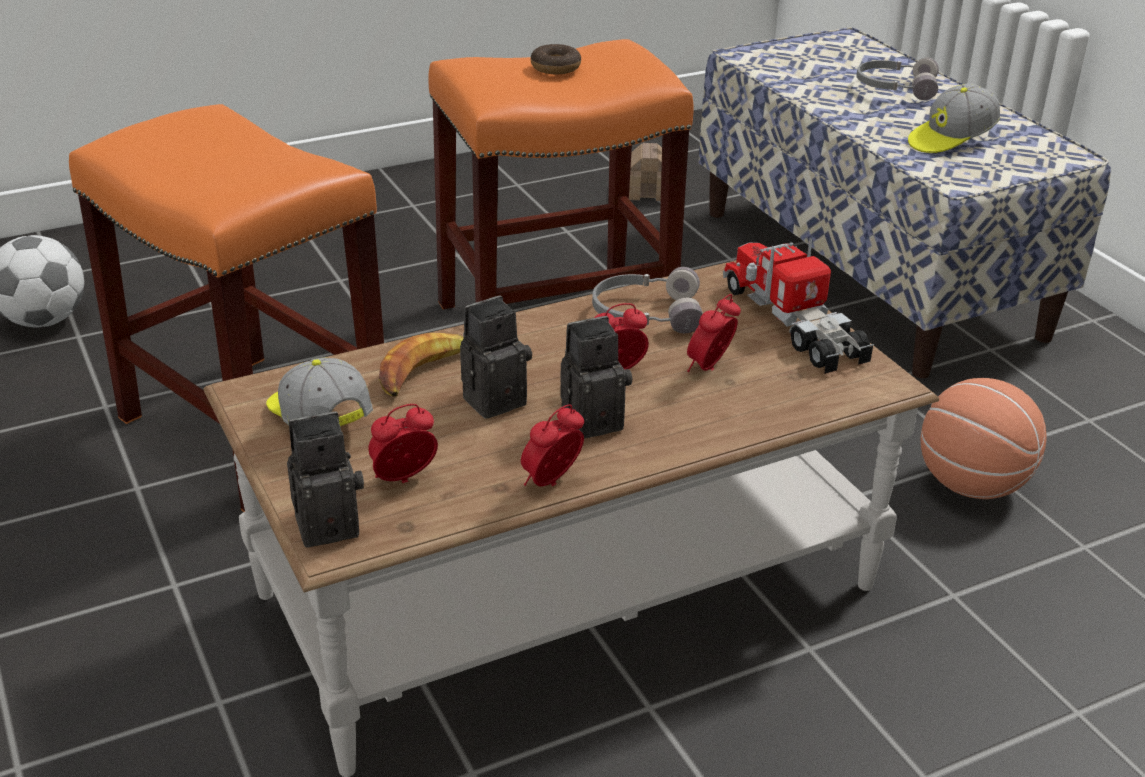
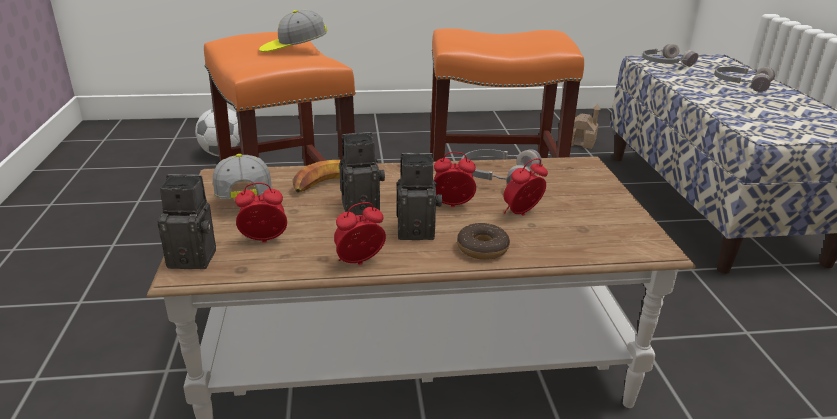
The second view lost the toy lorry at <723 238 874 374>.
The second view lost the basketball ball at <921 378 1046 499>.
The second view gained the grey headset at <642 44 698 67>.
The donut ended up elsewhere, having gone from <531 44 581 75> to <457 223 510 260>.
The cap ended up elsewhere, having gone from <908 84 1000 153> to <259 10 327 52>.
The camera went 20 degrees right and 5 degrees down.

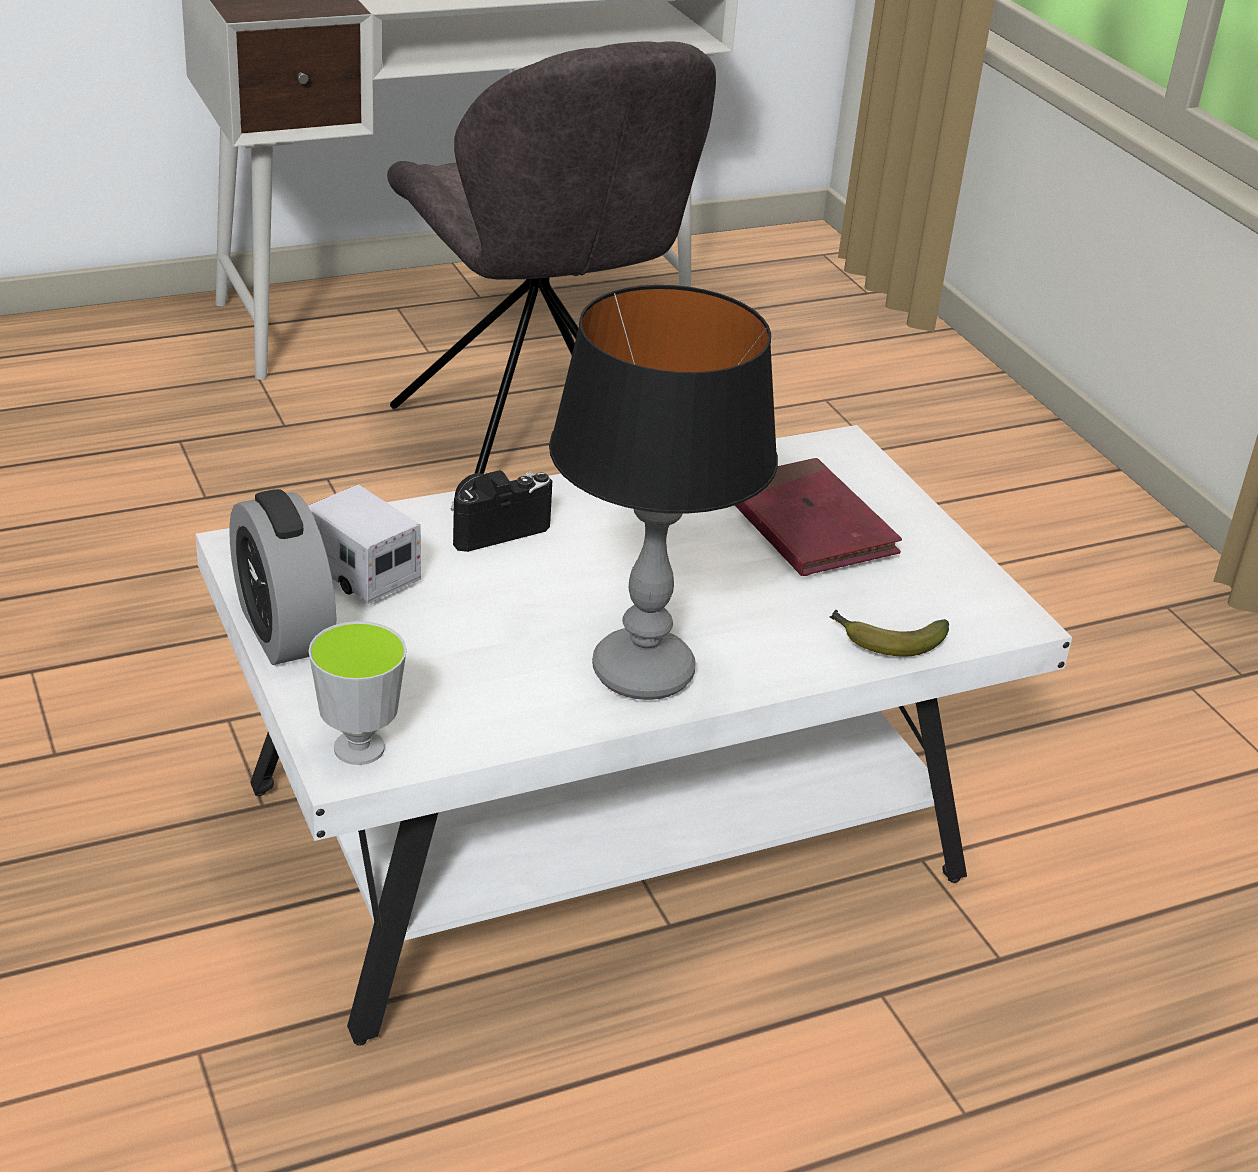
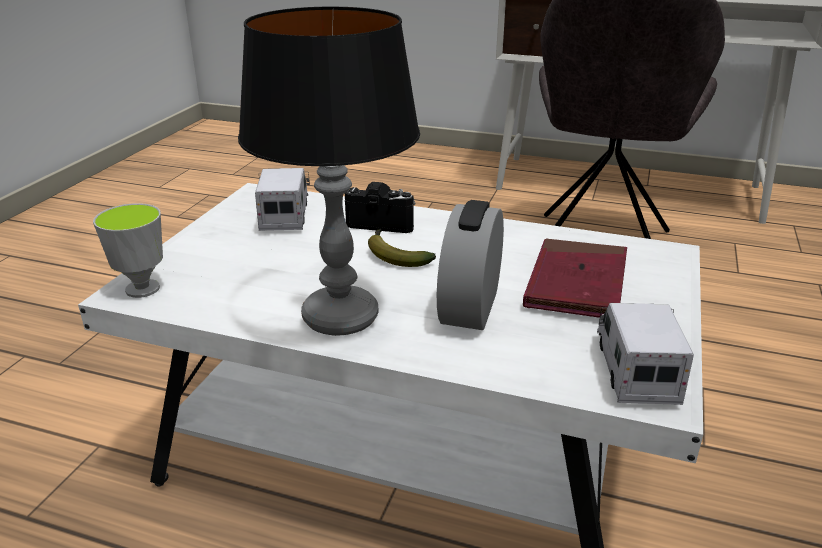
The second view gained the toy lorry at <597 303 694 405>.
The bedside clock ended up elsewhere, having gone from <229 489 336 665> to <437 200 504 330>.
The banana ended up elsewhere, having gone from <829 610 949 656> to <368 229 436 267>.
The camera went 45 degrees right and 5 degrees down.

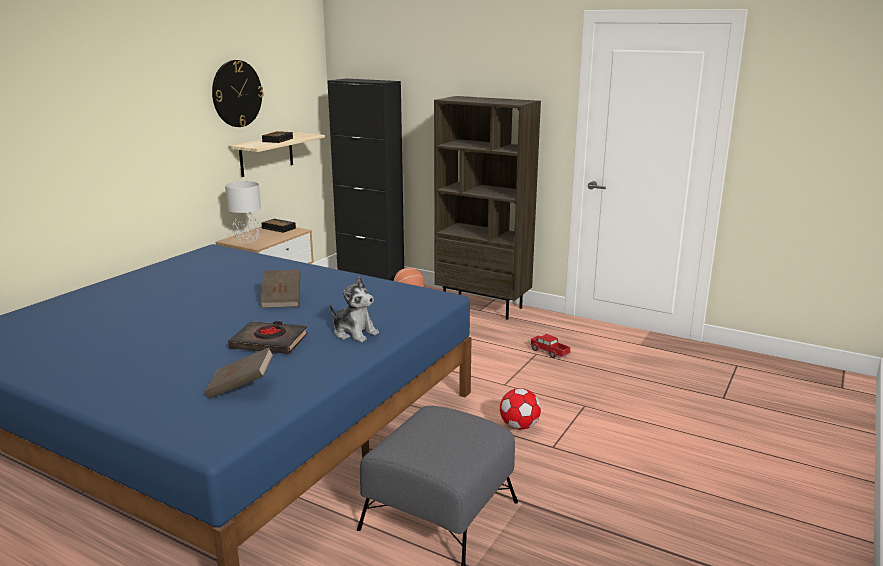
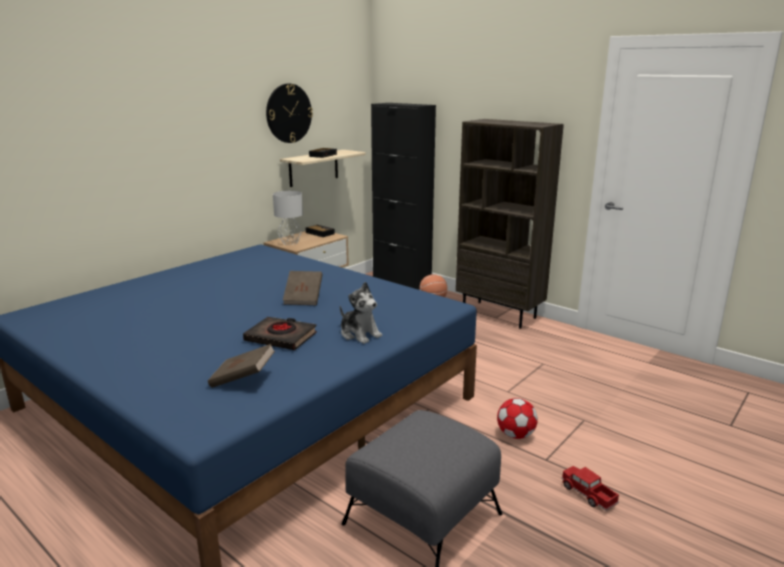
The toy lorry ended up elsewhere, having gone from <530 334 571 358> to <561 466 619 511>.
The camera went 10 degrees right and 0 degrees up.

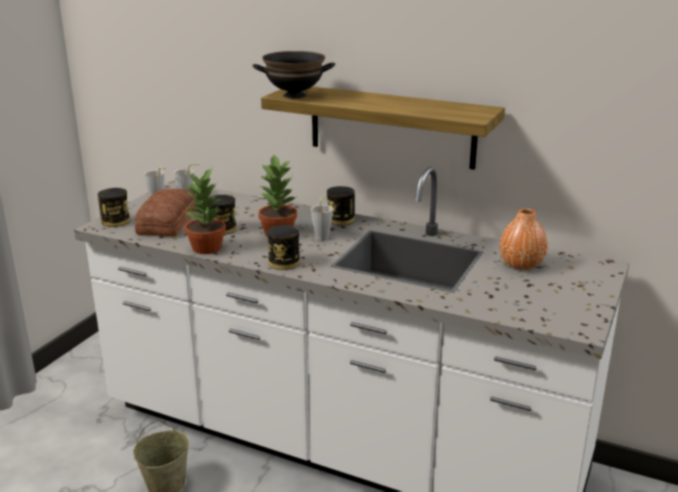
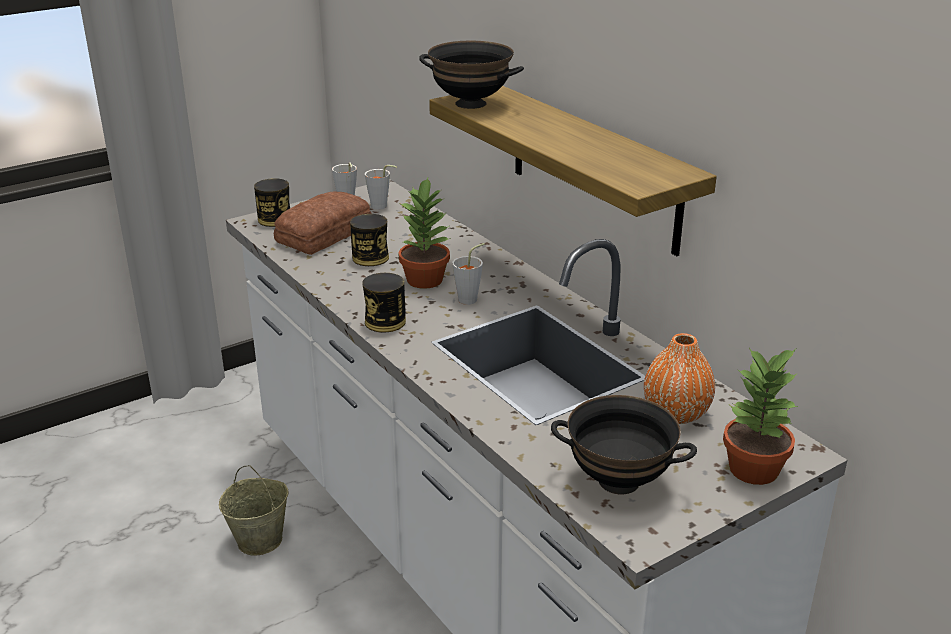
The second view lost the metal can at <327 186 355 225>.
The second view gained the black serving bowl at <551 395 697 494>.
The potted plant ended up elsewhere, having gone from <185 167 226 254> to <723 348 798 485>.
The camera went 30 degrees right and 5 degrees up.

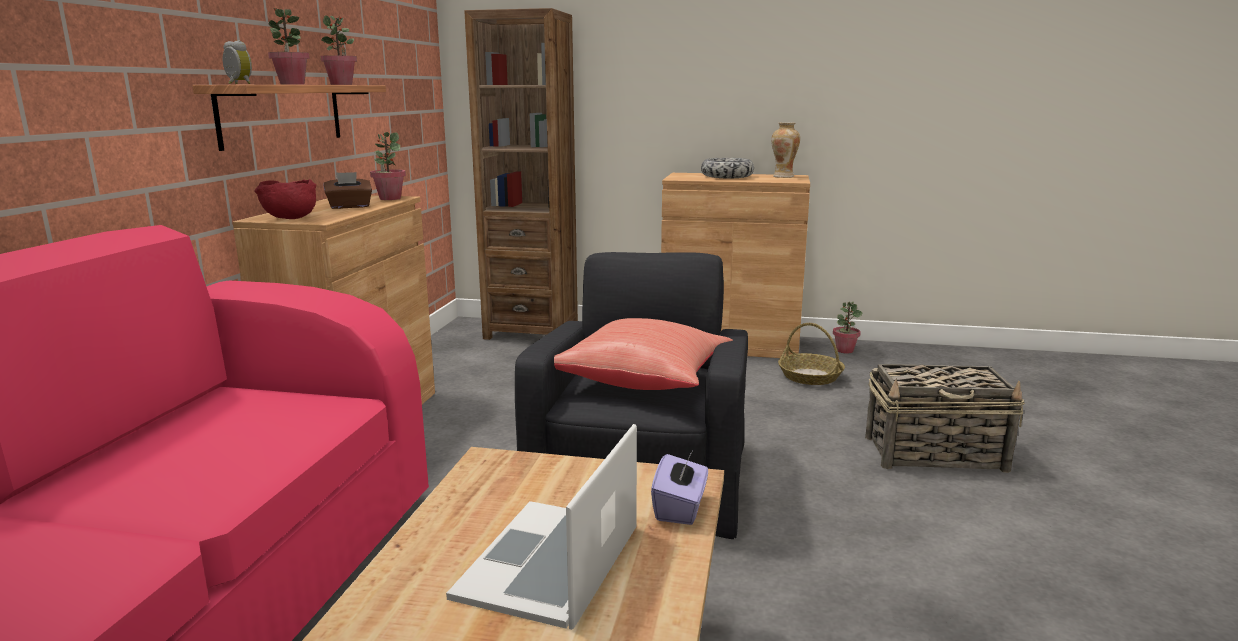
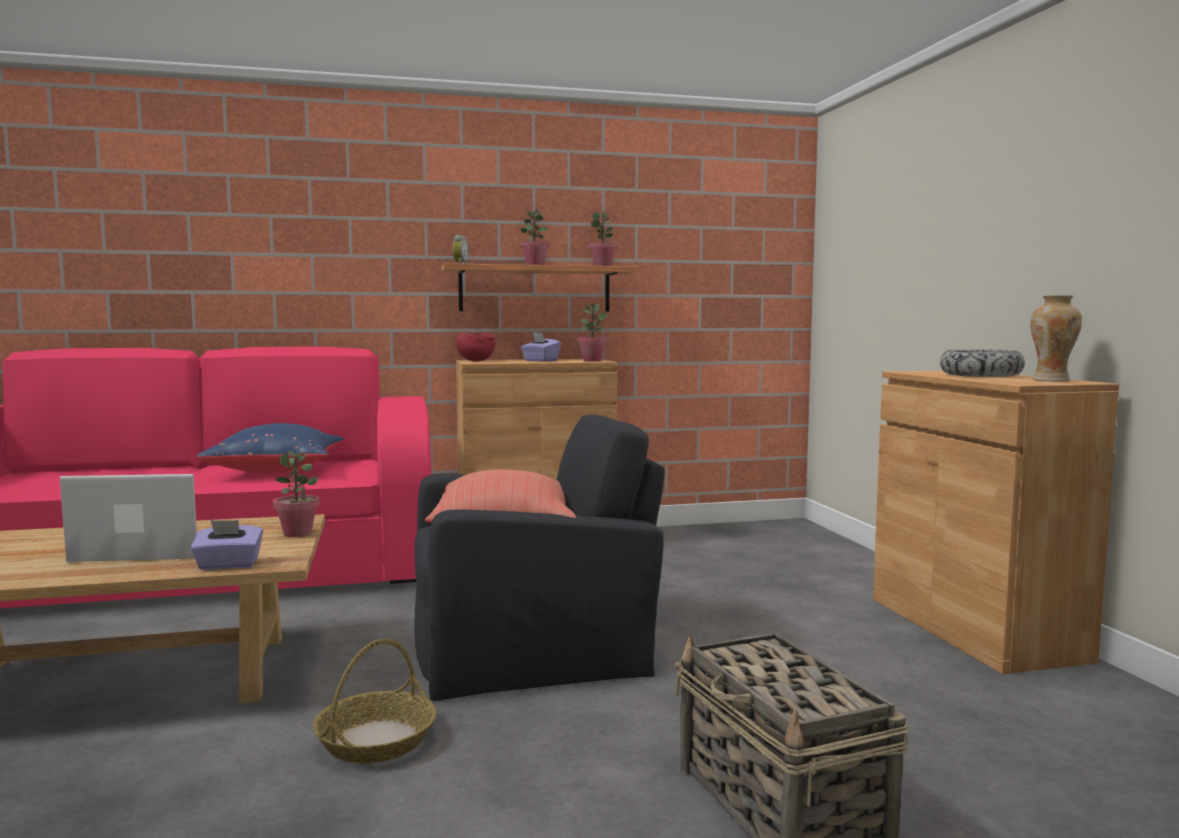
The second view lost the brownish bookcase at <464 8 578 340>.
The second view gained the bluish cushion at <196 423 344 474>.
The storage basket ended up elsewhere, having gone from <778 323 845 385> to <313 639 436 763>.
The potted plant ended up elsewhere, having gone from <833 302 863 354> to <273 451 320 537>.
What was the brownish tissue box at <323 172 372 209> turned into the purple-coloured tissue box at <521 333 561 362>.
The camera went 65 degrees right and 10 degrees down.

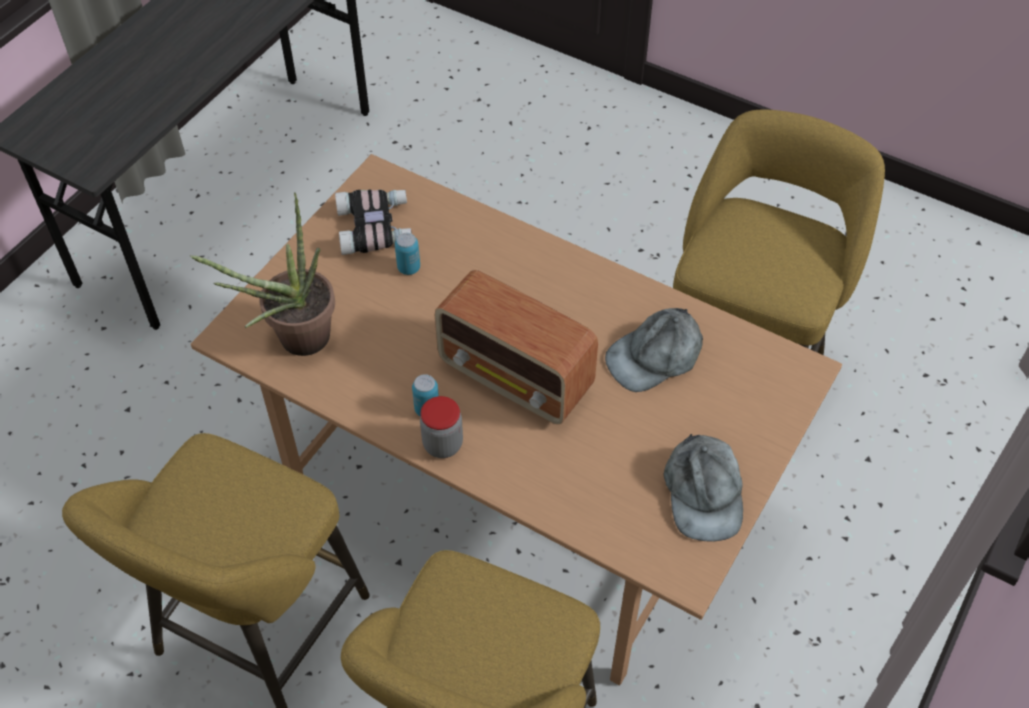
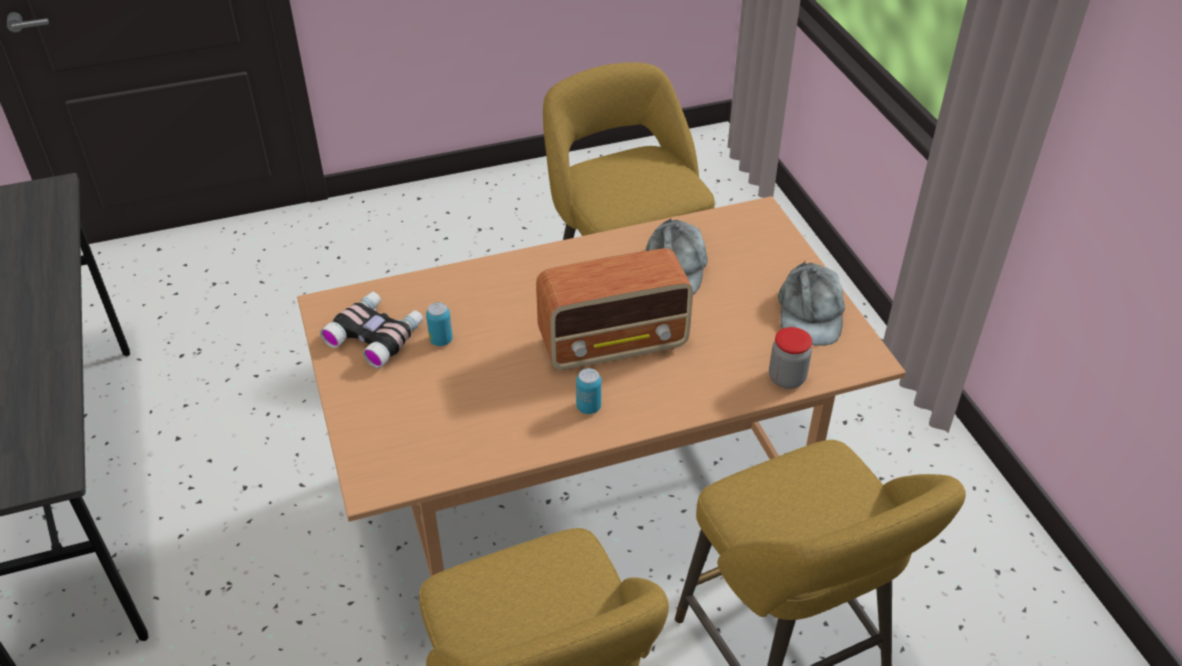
The second view lost the potted plant at <189 192 335 356>.
The preserve jar ended up elsewhere, having gone from <420 396 463 458> to <769 327 812 389>.
The grey cap at <664 434 743 542> ended up facing another way, 60 degrees clockwise from before.
The camera went 50 degrees left and 10 degrees down.

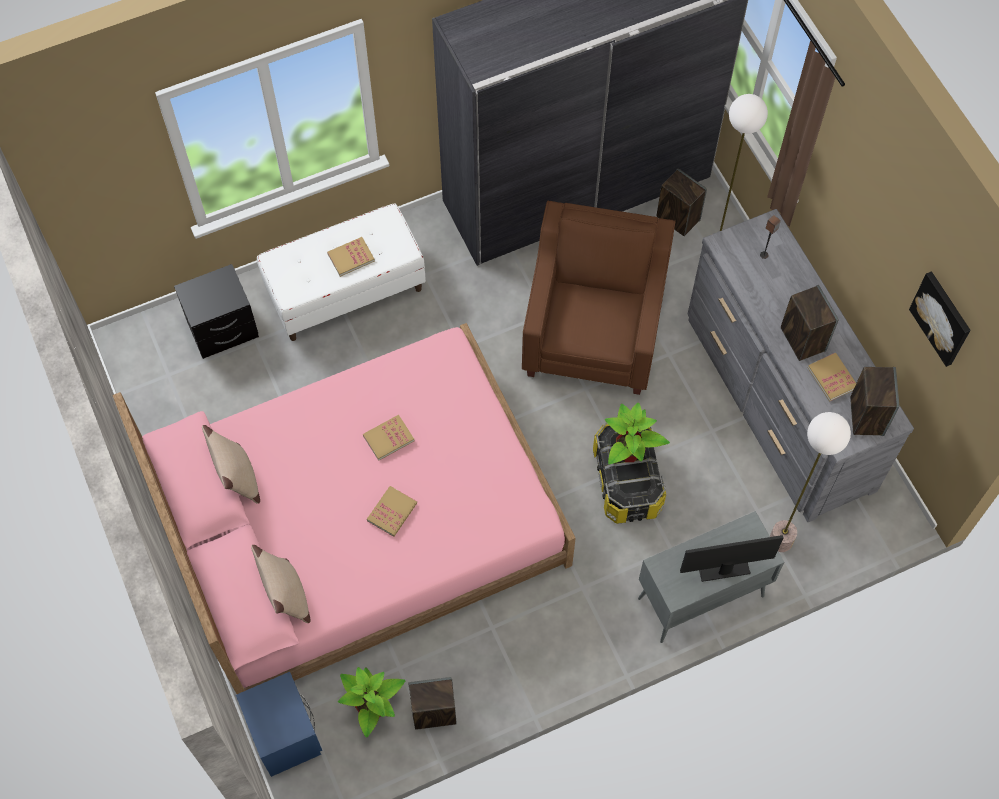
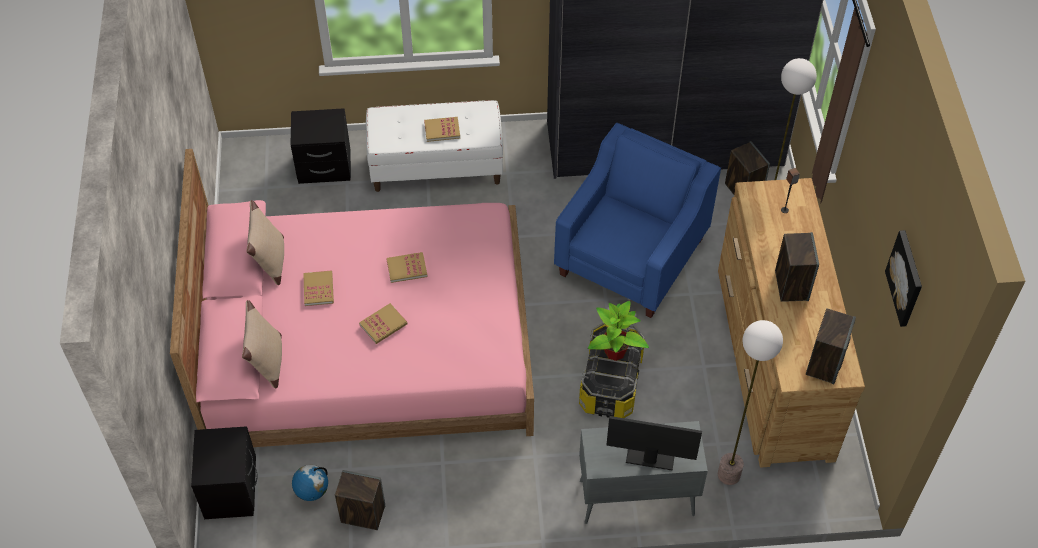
The volume ended up elsewhere, having gone from <807 353 856 401> to <303 271 334 306>.
Where the potted plant stood at <338 667 405 738>, the desk globe came to stand at <292 465 328 501>.
What was the bluish night table at <236 672 322 777> turned into the black night table at <191 426 258 519>.
What was the brownish lounge chair at <522 201 675 395> turned into the bluish lounge chair at <554 123 721 318>.
What was the grey chest of drawers at <687 209 914 522> turned into the brownish chest of drawers at <718 178 865 467>.
The camera went 20 degrees right and 10 degrees down.

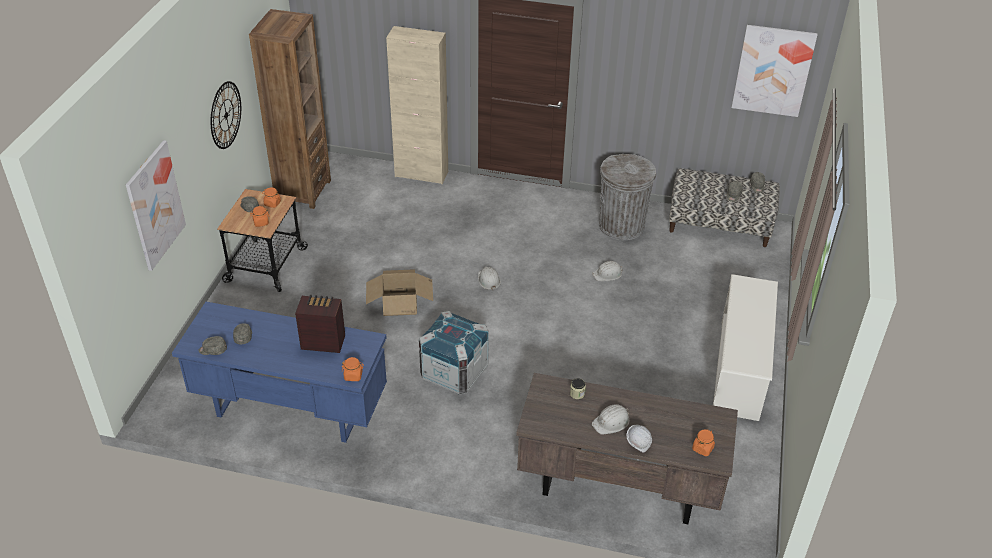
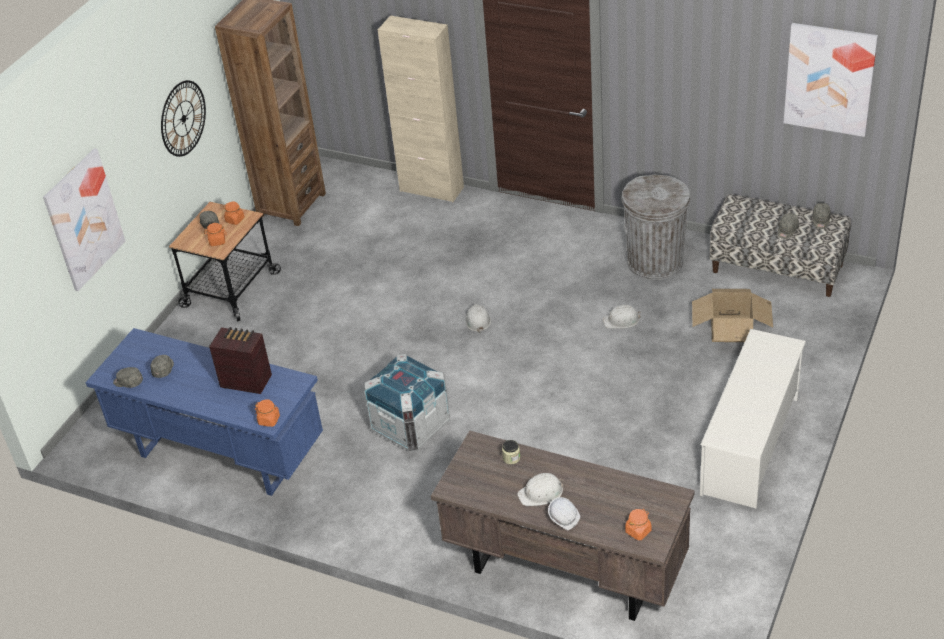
The packing box ended up elsewhere, having gone from <366 269 433 316> to <692 289 773 342>.
The camera went 15 degrees right and 0 degrees up.

